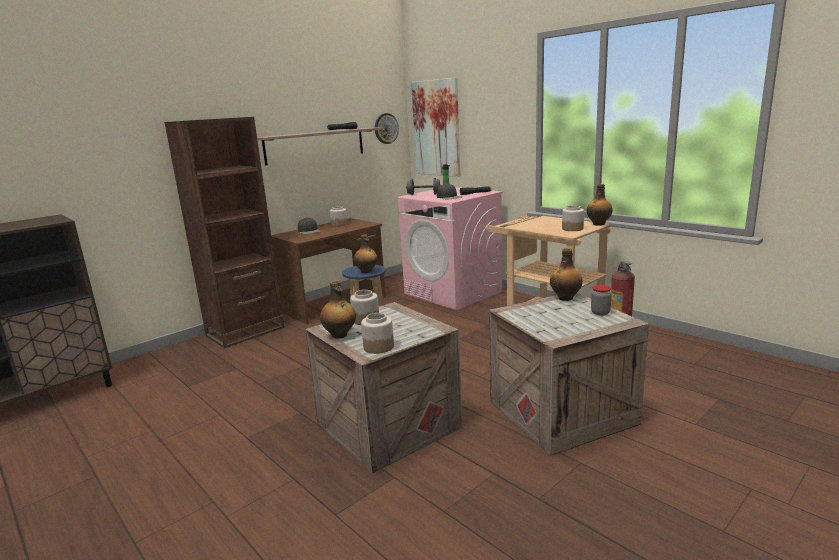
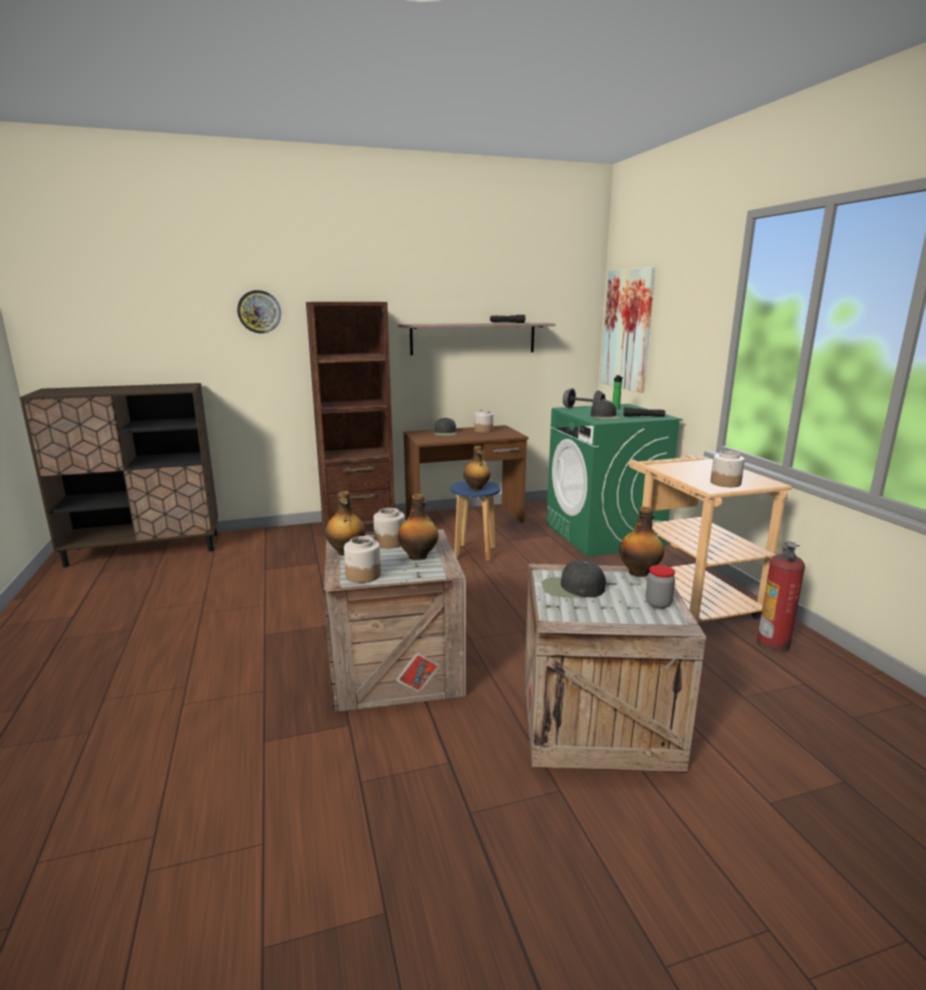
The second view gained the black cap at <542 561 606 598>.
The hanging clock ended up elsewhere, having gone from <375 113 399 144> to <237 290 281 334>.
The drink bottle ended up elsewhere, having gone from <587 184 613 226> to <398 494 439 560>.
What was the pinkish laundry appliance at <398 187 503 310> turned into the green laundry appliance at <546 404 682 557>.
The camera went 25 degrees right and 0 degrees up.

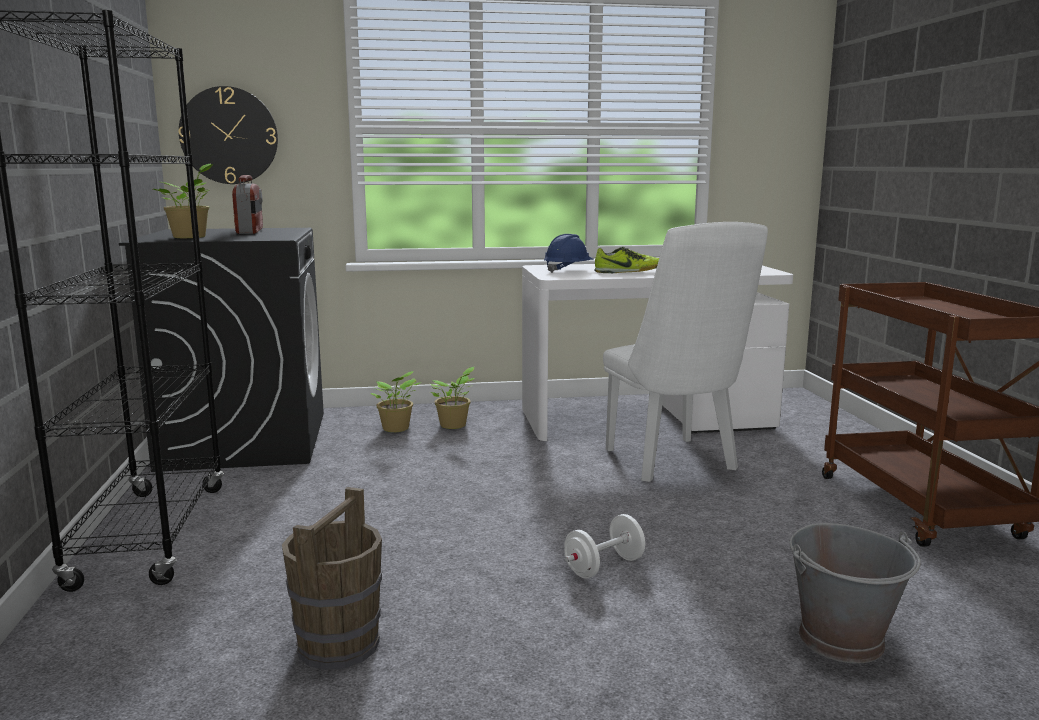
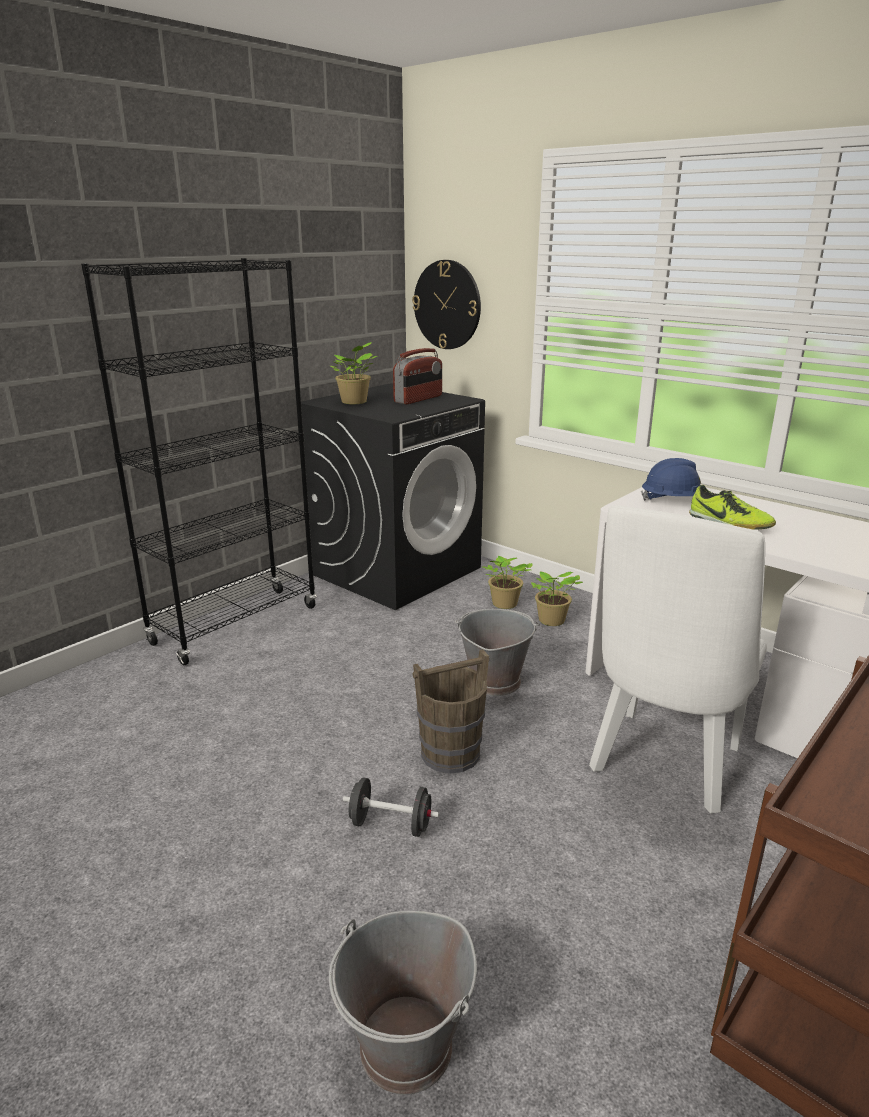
The second view gained the grey water bucket at <455 609 540 696>.
The brownish water bucket ended up elsewhere, having gone from <282 487 382 670> to <413 649 489 774>.
What was the white dumbbell at <564 514 645 579> turned into the black dumbbell at <343 778 439 837>.
The camera went 50 degrees right and 10 degrees up.

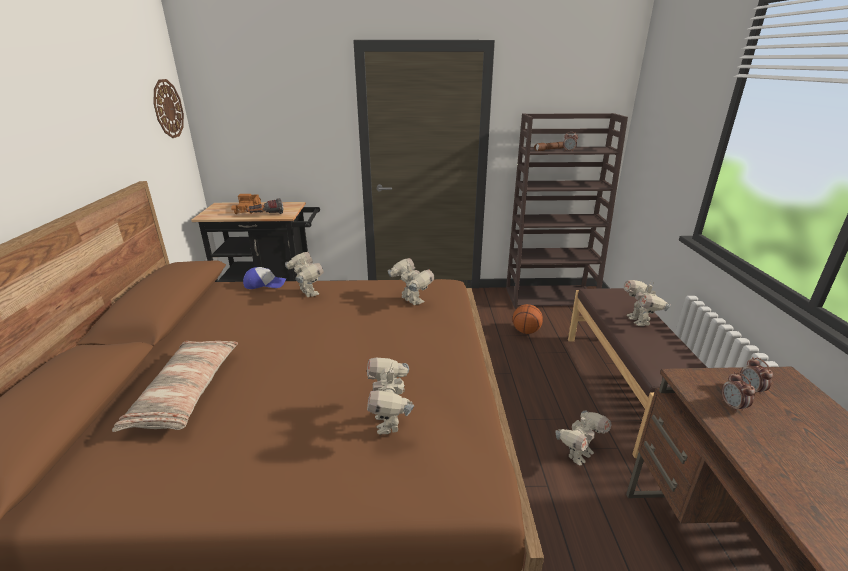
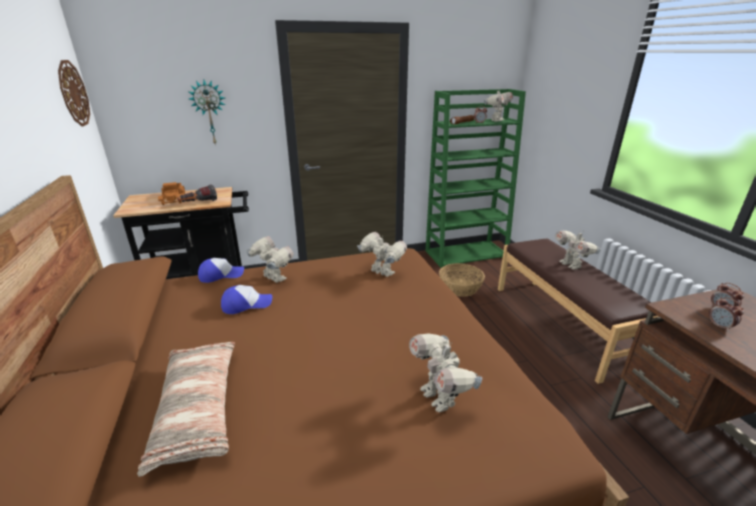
The second view gained the hanging clock at <188 80 225 146>.
The second view gained the cap at <221 285 272 314>.
The robot figure ended up elsewhere, having gone from <556 411 611 465> to <484 91 513 122>.
Where the basketball ball stood at <512 304 543 334>, the storage basket came to stand at <439 263 485 297>.
What was the brownish bookcase at <506 113 628 309> turned into the green bookcase at <425 89 526 268>.
The camera went 15 degrees left and 0 degrees up.

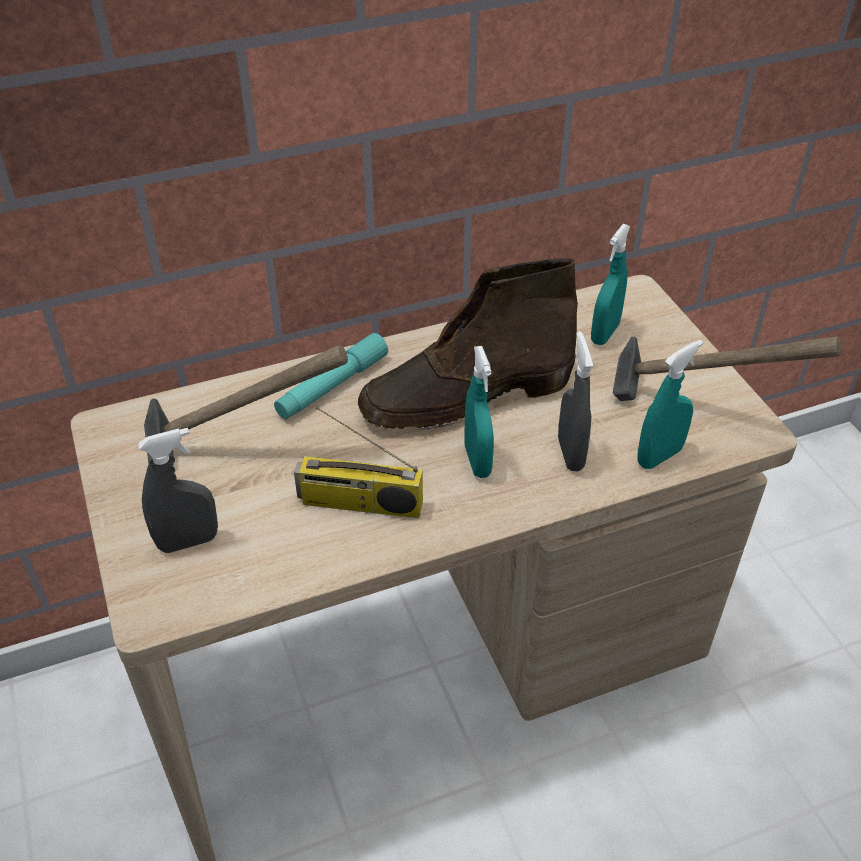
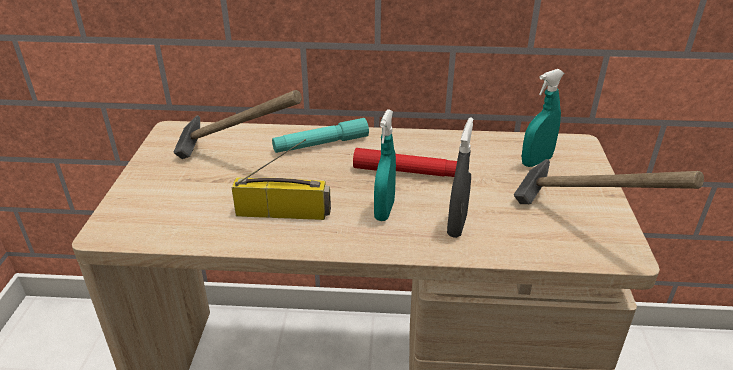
The second view lost the grey spray bottle at <138 428 218 553>.
The second view lost the turquoise spray bottle at <637 340 703 469>.
Where the brownish tall boot stood at <358 258 578 430>, the red flashlight came to stand at <353 148 457 177>.
The radio set at <294 407 423 518> ended up facing another way, 150 degrees clockwise from before.
The camera went 25 degrees right and 10 degrees down.

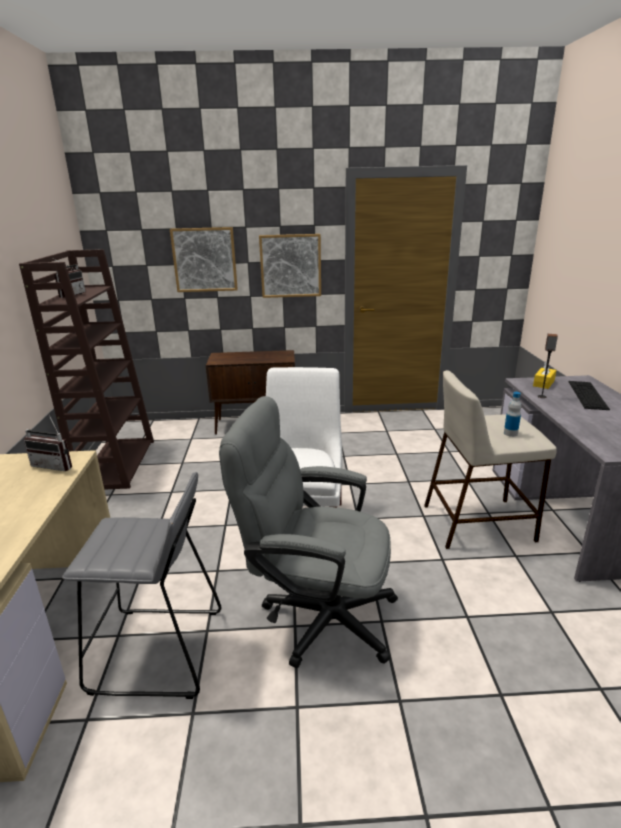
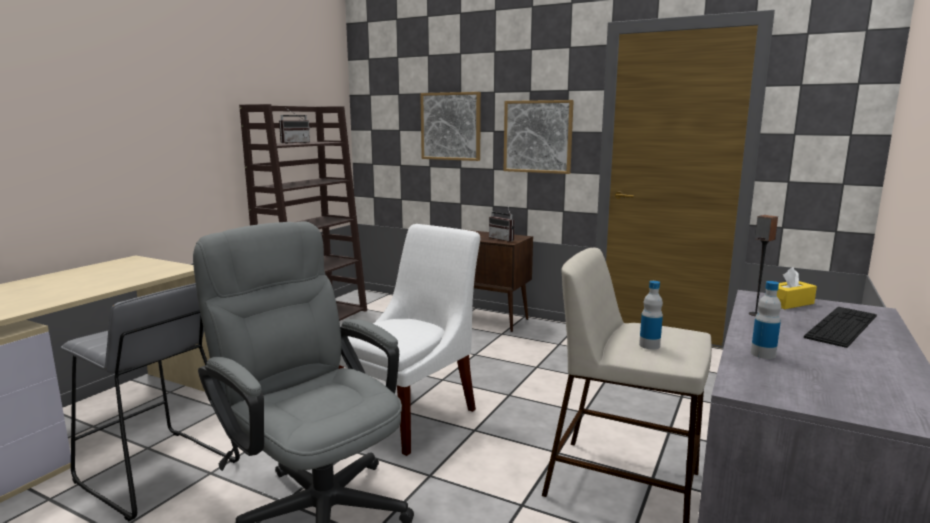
The second view gained the drink bottle at <751 281 781 359>.
The radio set ended up elsewhere, having gone from <24 415 72 471> to <489 204 514 242>.
The camera went 30 degrees right and 10 degrees down.

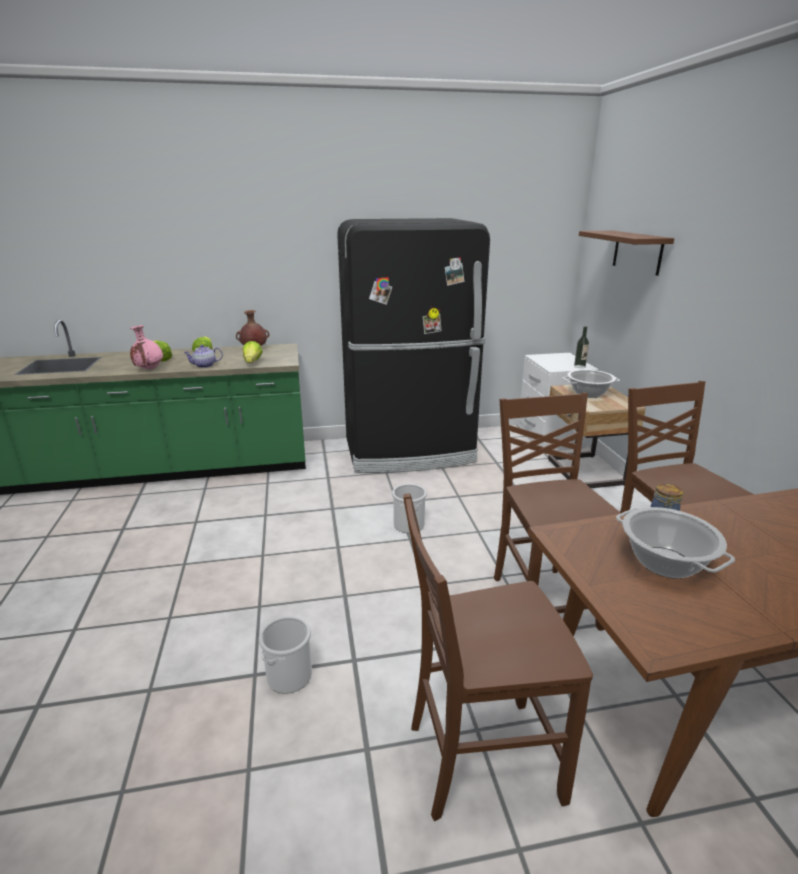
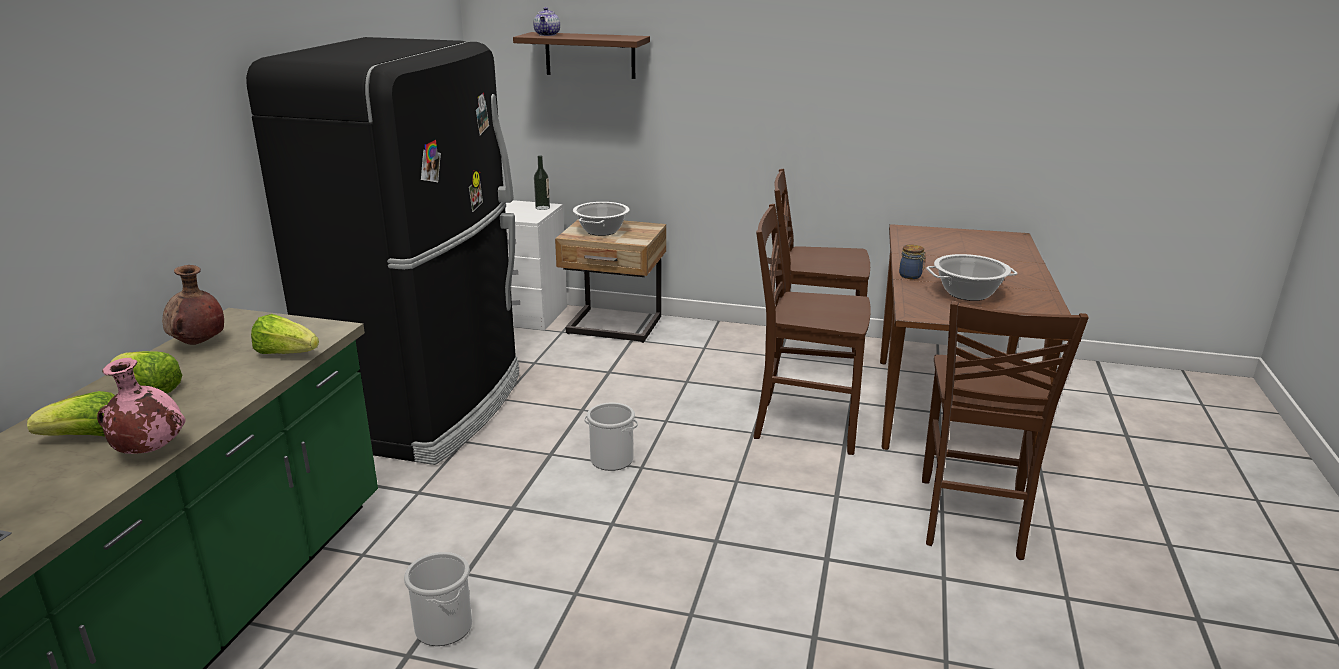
The pot for tea ended up elsewhere, having gone from <183 345 223 368> to <533 7 560 36>.
The water bucket ended up elsewhere, having gone from <259 616 312 694> to <404 552 472 646>.
The camera went 65 degrees left and 0 degrees up.

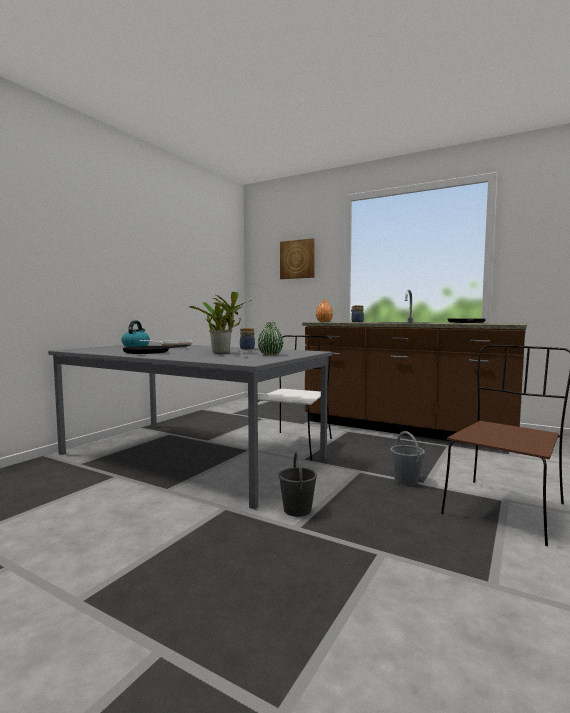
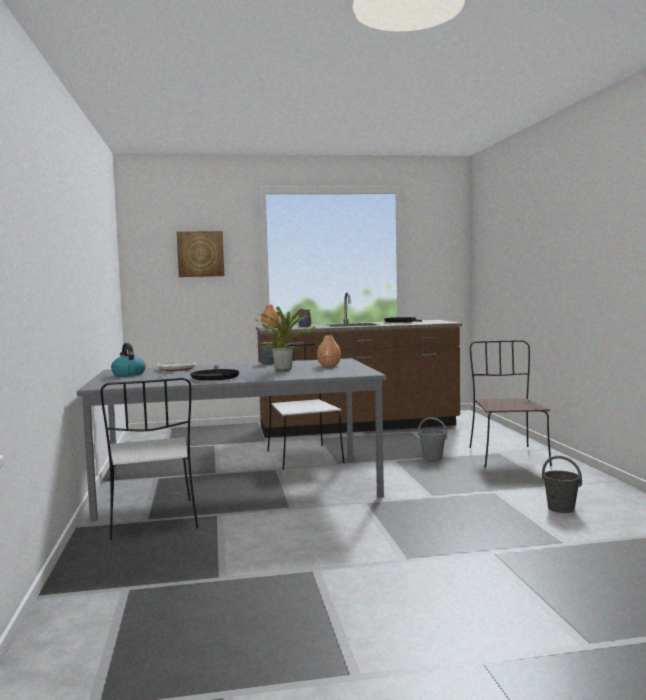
The second view gained the white chair at <101 378 198 540>.
The grey water bucket ended up elsewhere, having gone from <278 452 317 517> to <542 456 582 513>.
What was the green vase at <258 322 283 355> turned into the orange-coloured vase at <317 335 341 367>.
The camera went 40 degrees left and 0 degrees up.

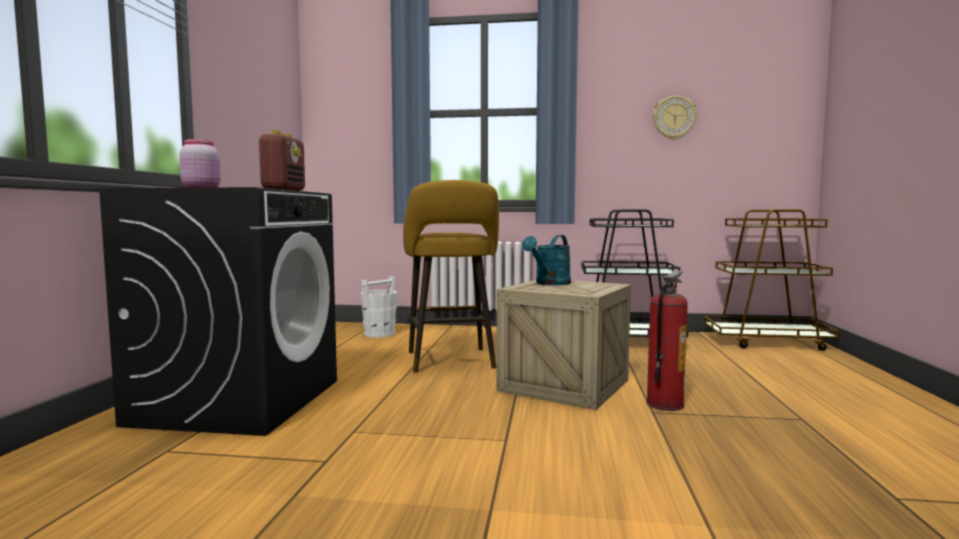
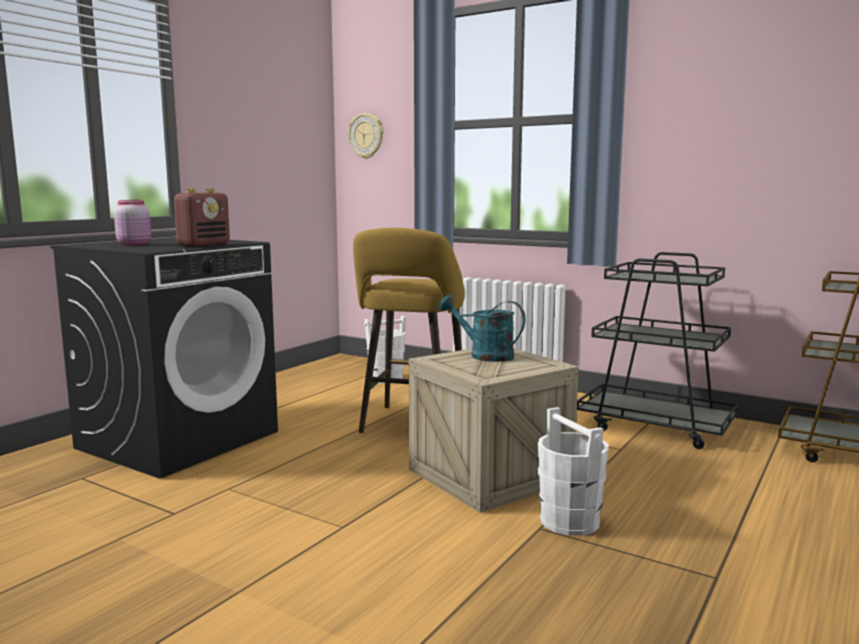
The hanging clock ended up elsewhere, having gone from <653 96 697 140> to <348 113 383 159>.
Where the fire extinguisher stood at <646 270 688 411>, the white water bucket came to stand at <538 407 609 536>.
The turquoise sprinkling can at <522 235 571 285> ended up facing another way, 60 degrees clockwise from before.
The camera went 25 degrees right and 5 degrees up.

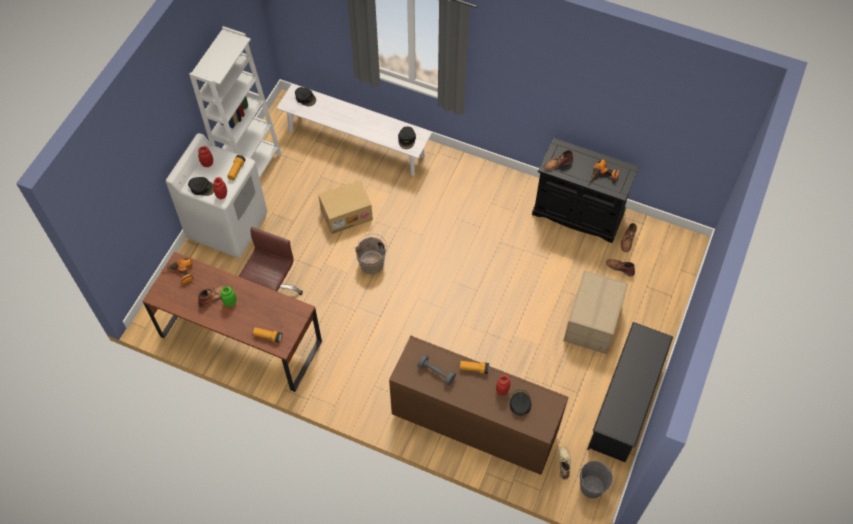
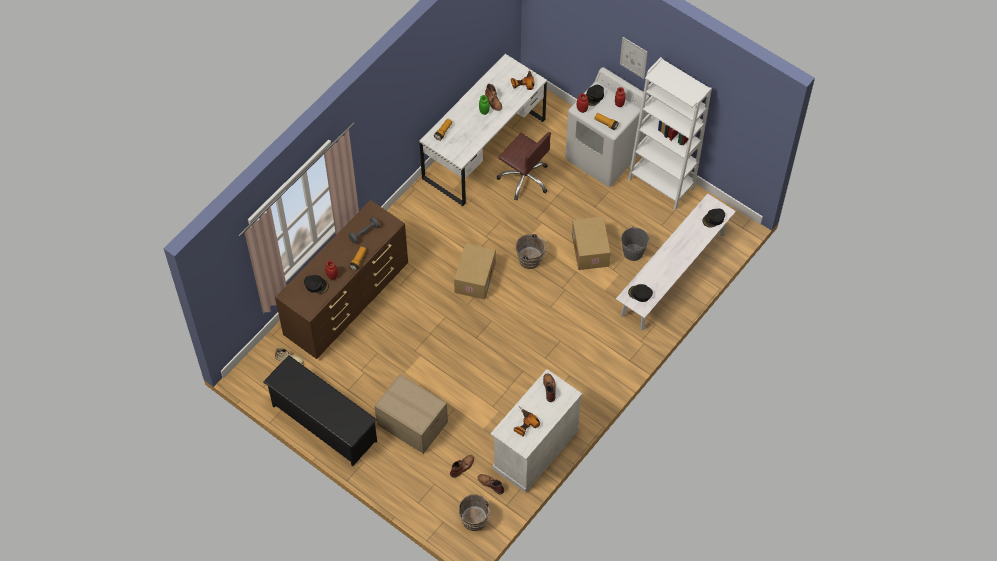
The second view gained the packing box at <454 243 496 300>.
The second view gained the brownish water bucket at <459 494 491 531>.
The second view gained the picture at <620 37 648 79>.
The grey water bucket ended up elsewhere, having gone from <580 461 613 498> to <621 226 649 261>.
What was the brownish desk table at <142 252 322 392> turned into the white desk table at <419 54 547 206>.
What was the black cabinet at <532 138 639 243> turned into the white cabinet at <490 369 582 493>.
The camera went 105 degrees right and 0 degrees up.

